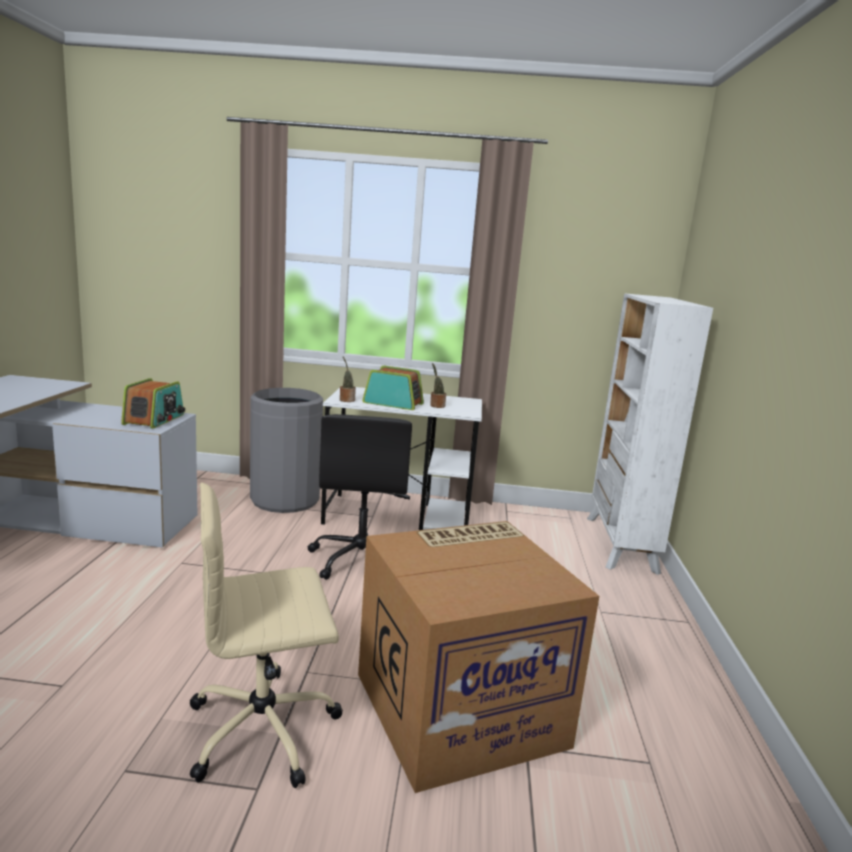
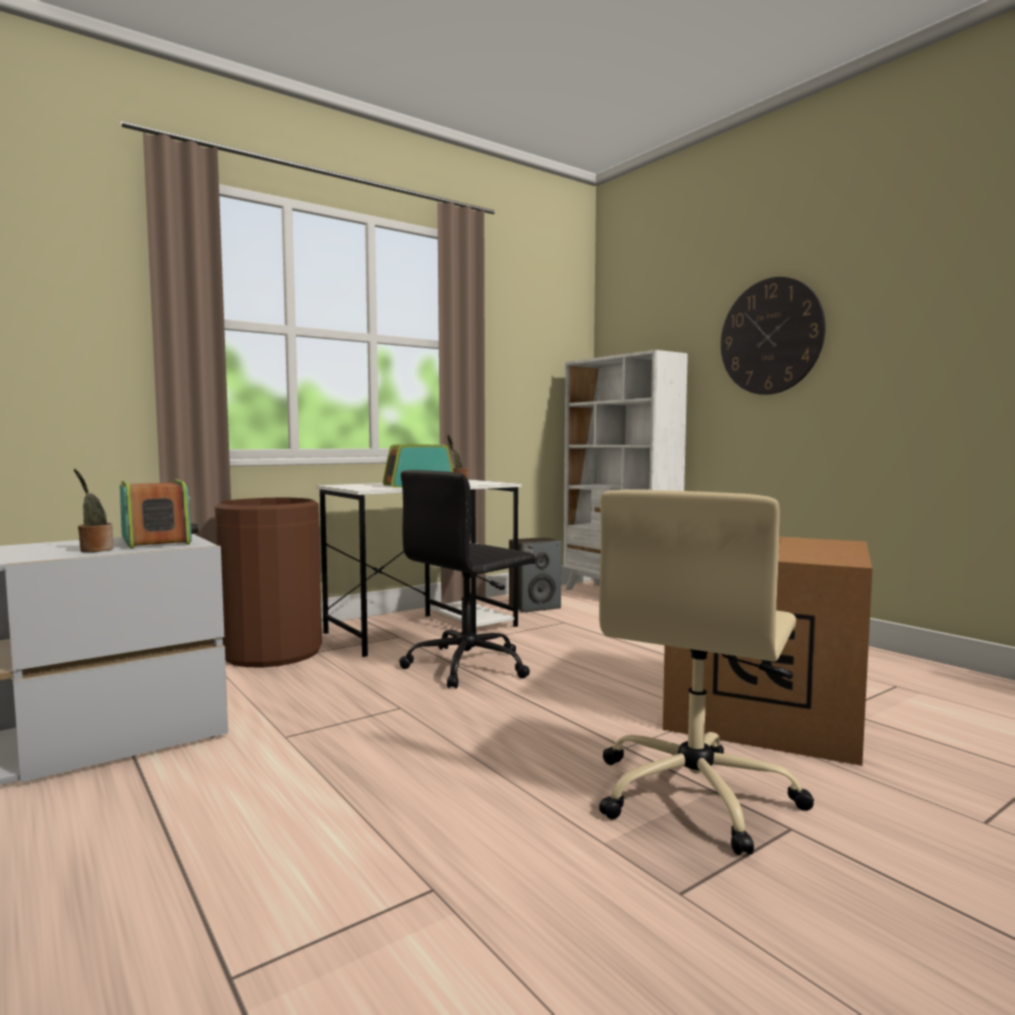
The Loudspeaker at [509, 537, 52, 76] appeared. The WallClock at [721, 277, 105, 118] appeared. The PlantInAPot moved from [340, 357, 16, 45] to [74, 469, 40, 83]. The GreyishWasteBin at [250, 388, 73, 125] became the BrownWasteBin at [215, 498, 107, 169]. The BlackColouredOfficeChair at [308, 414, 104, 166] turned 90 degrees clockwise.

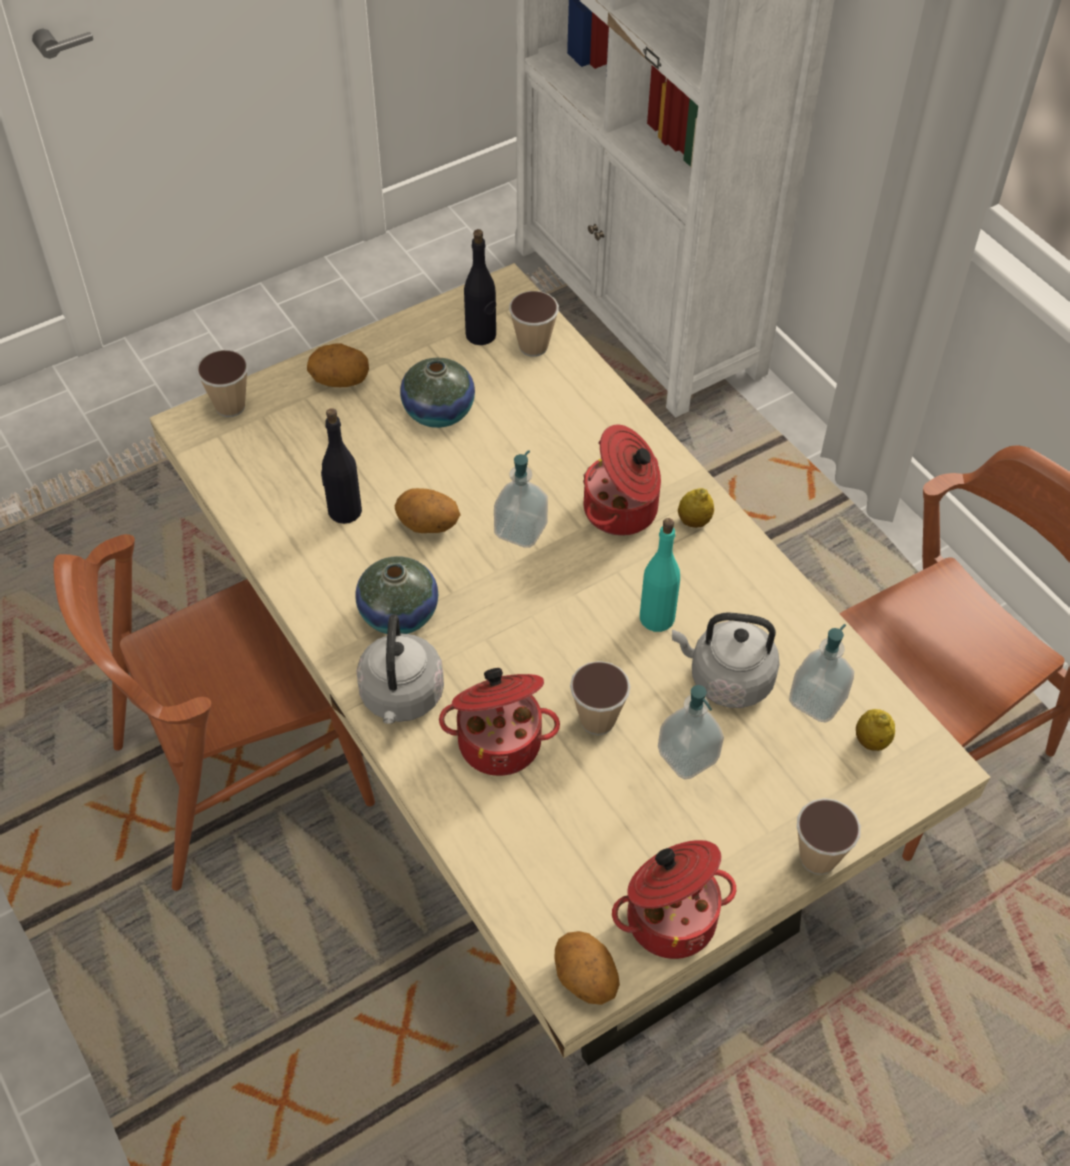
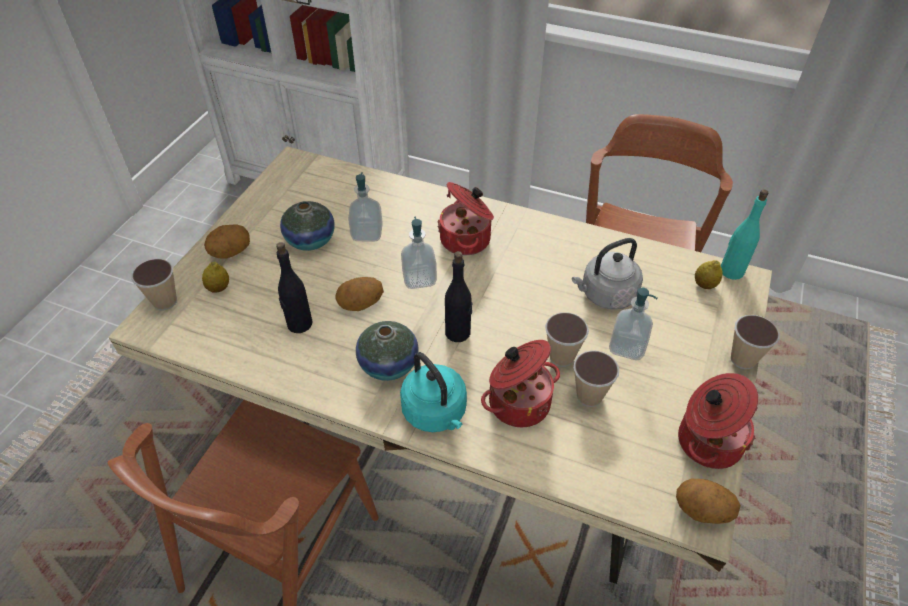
The BlackColouredDrinkBottle moved from [464, 229, 32, 116] to [445, 251, 27, 91]. The DrinkingCup moved from [509, 291, 50, 66] to [574, 350, 45, 57]. The TurquoiseColouredDrinkBottle moved from [640, 518, 40, 114] to [721, 190, 48, 90]. The WholeLemon moved from [678, 488, 36, 40] to [202, 262, 27, 31]. The SoapBottle moved from [789, 624, 65, 99] to [348, 172, 35, 70]. The GreyishKettle at [357, 614, 87, 110] became the TurquoiseColouredKettle at [400, 352, 67, 80].

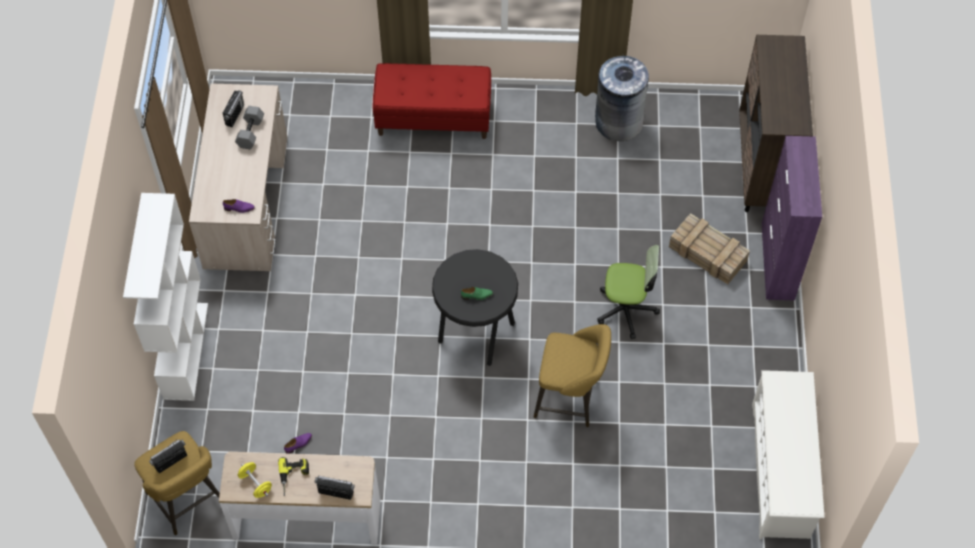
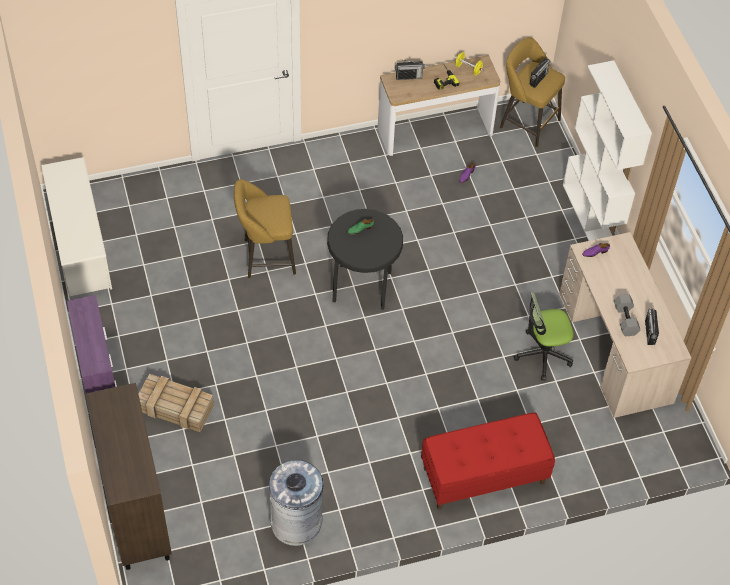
The OfficeChair moved from [598, 245, 62, 94] to [514, 292, 60, 89].

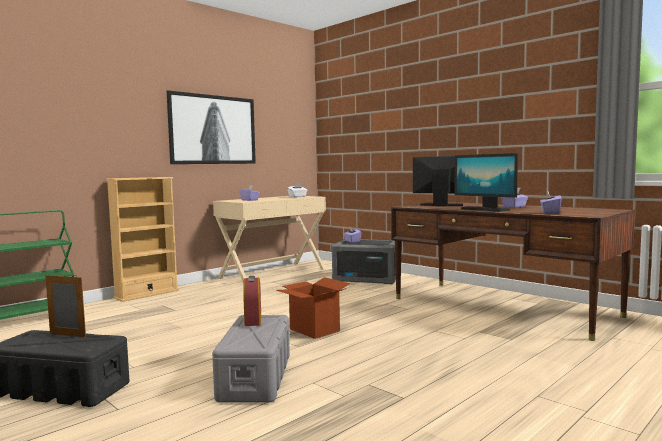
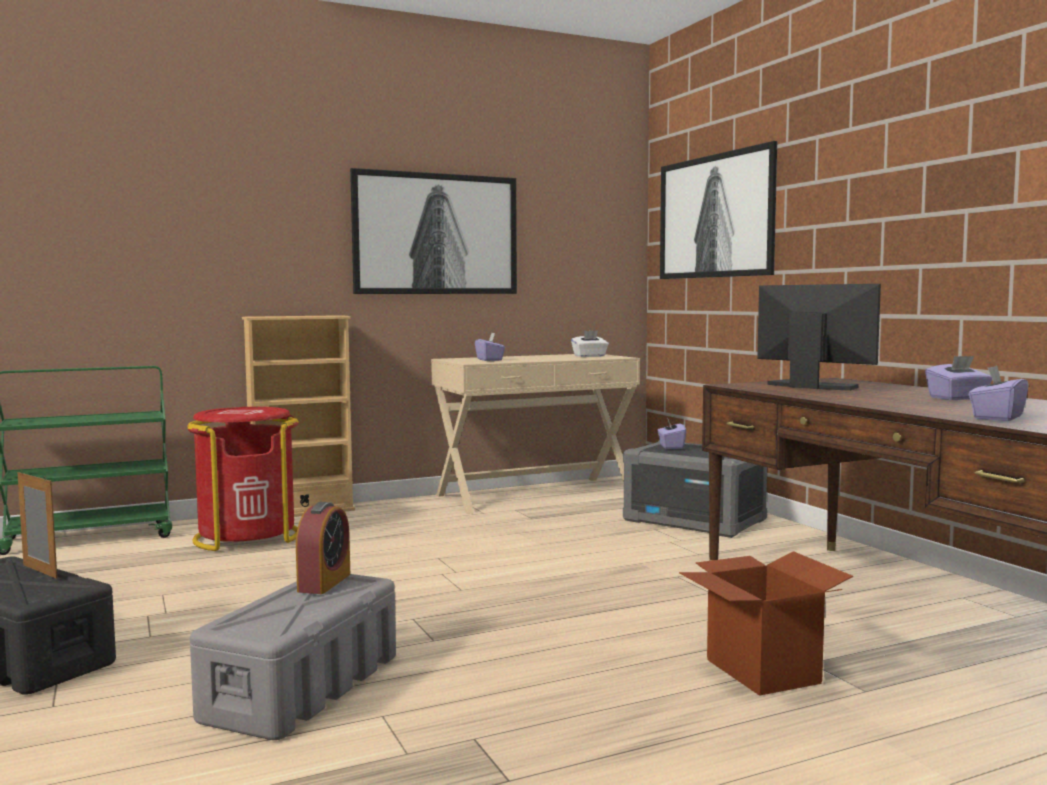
The ComputerScreen at [454, 153, 64, 59] disappeared. The RedColouredWasteBin at [187, 407, 112, 144] appeared. The Picture at [660, 141, 117, 138] appeared. The Carton moved from [276, 277, 74, 62] to [679, 551, 174, 145].

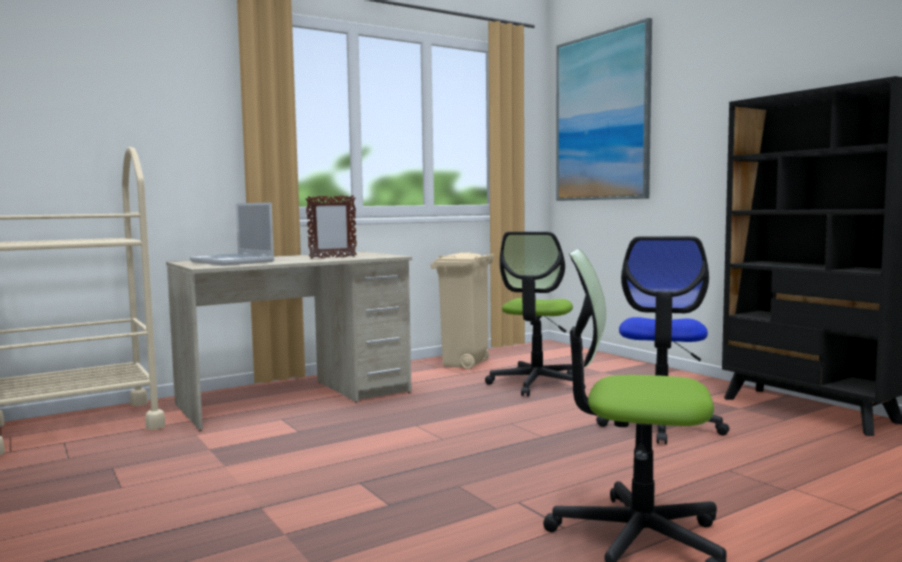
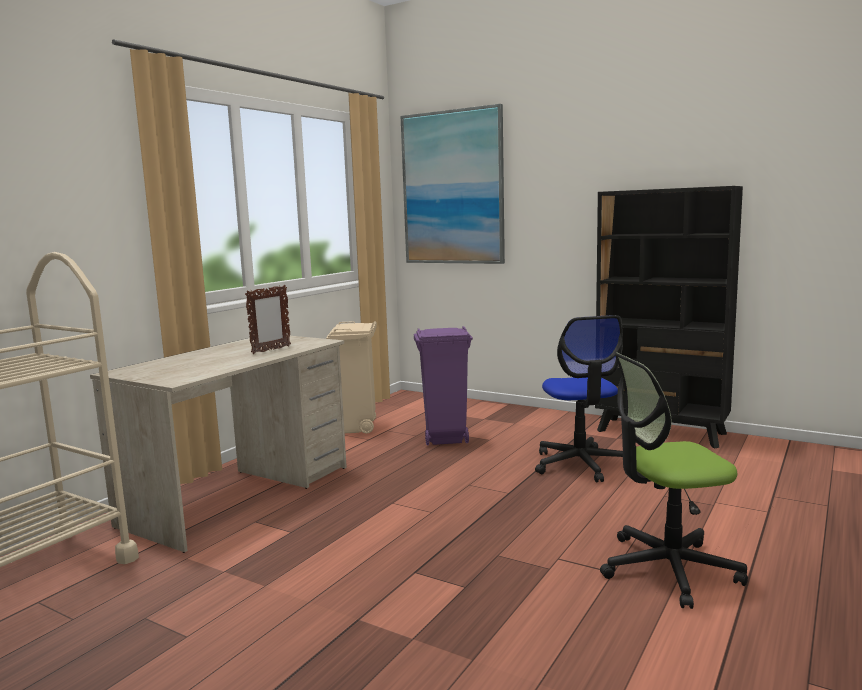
The NotebookComputer at [190, 202, 84, 64] disappeared. The OfficeChair at [485, 232, 101, 164] was replaced by the PurpleWasteBin at [414, 326, 59, 119].

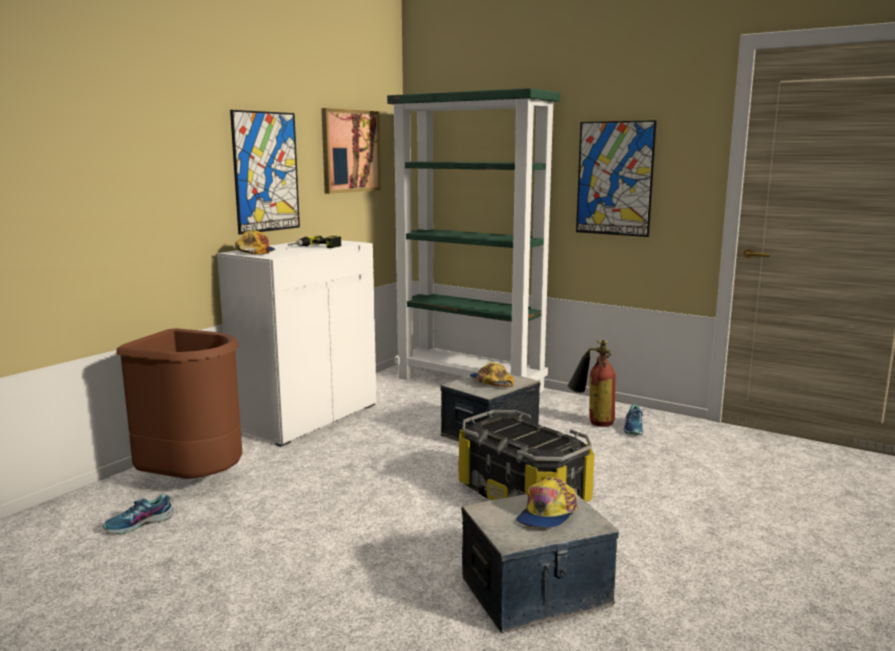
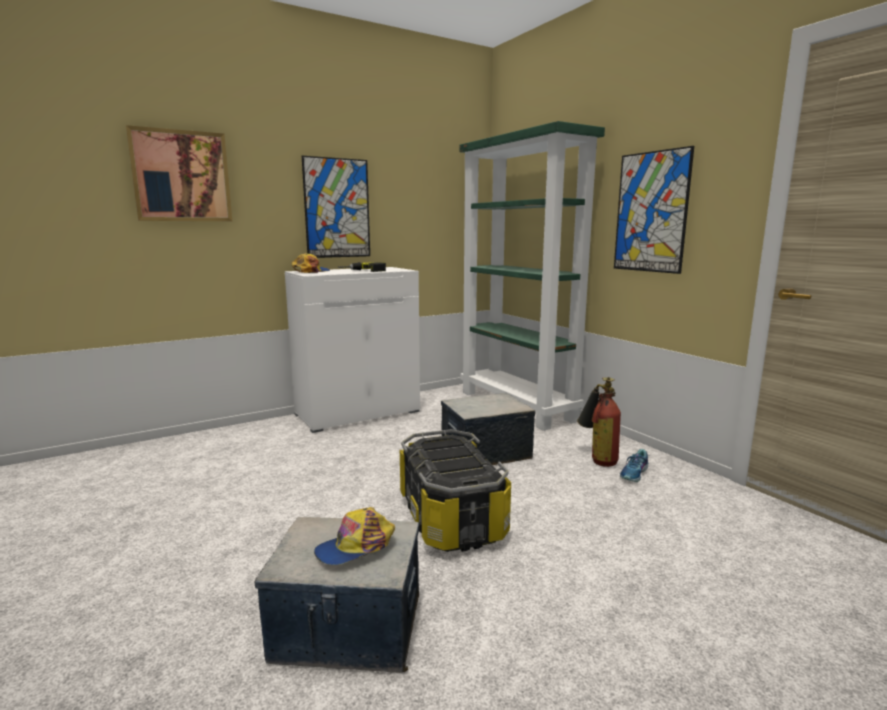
The Shoe at [103, 494, 71, 40] disappeared. The BrownWasteBin at [116, 328, 126, 151] disappeared. The BaseballCap at [470, 362, 44, 25] disappeared. The Picture moved from [321, 108, 60, 86] to [126, 125, 106, 96].

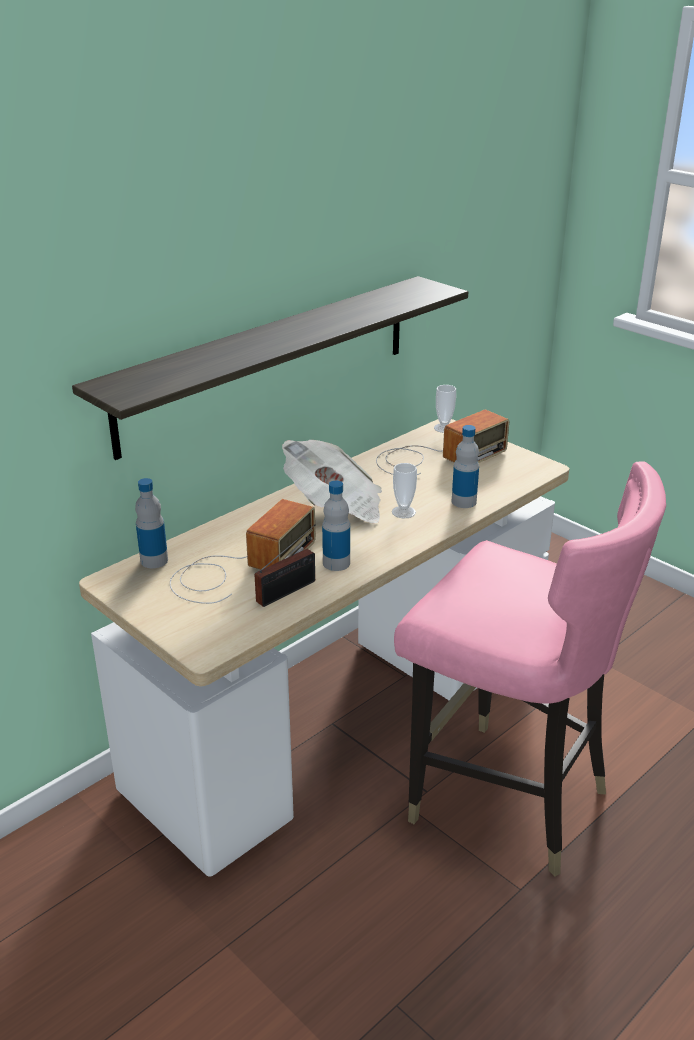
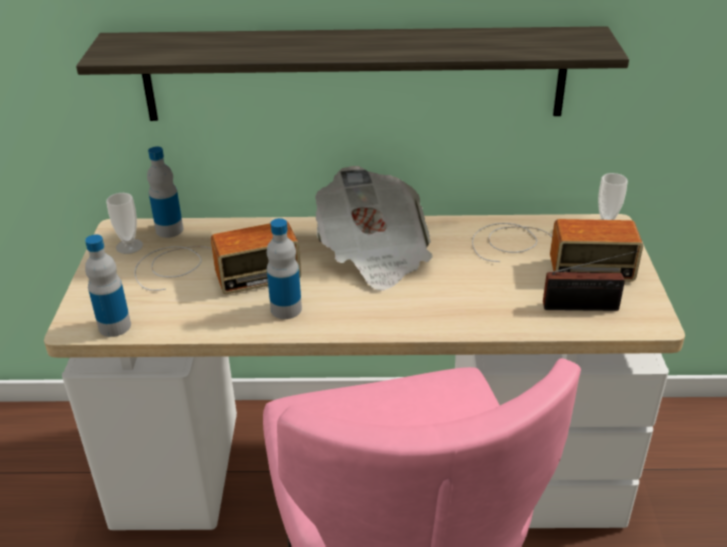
The RadioReceiver moved from [255, 524, 61, 83] to [543, 251, 95, 60]. The DrinkingCup moved from [392, 463, 25, 55] to [106, 193, 37, 61]. The DrinkBottle moved from [452, 425, 27, 83] to [85, 235, 46, 102].

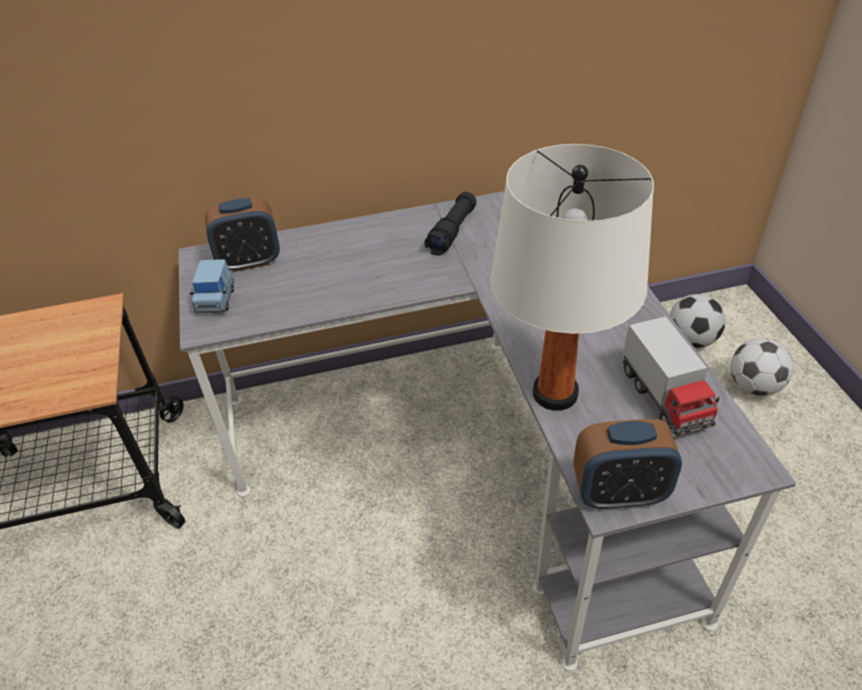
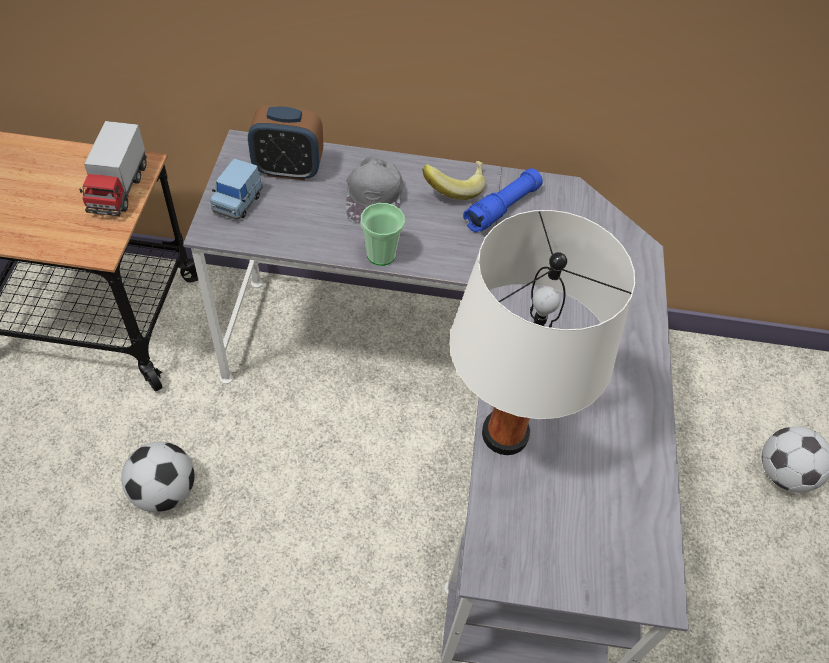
The AlarmClock at [573, 419, 109, 90] disappeared. The GreyishBaseballCap at [346, 156, 57, 67] appeared. The DrinkingCup at [361, 203, 44, 63] appeared. The BananaFruit at [422, 161, 64, 39] appeared. The ToyTruck moved from [623, 316, 97, 120] to [79, 121, 68, 95]. The FootballBall moved from [669, 294, 57, 54] to [121, 442, 74, 70]. The BlackColouredTorch at [425, 192, 51, 64] became the BluishTorch at [463, 168, 80, 65].

